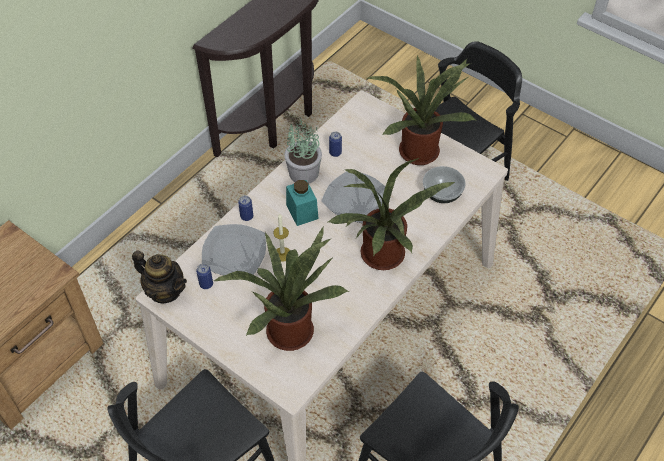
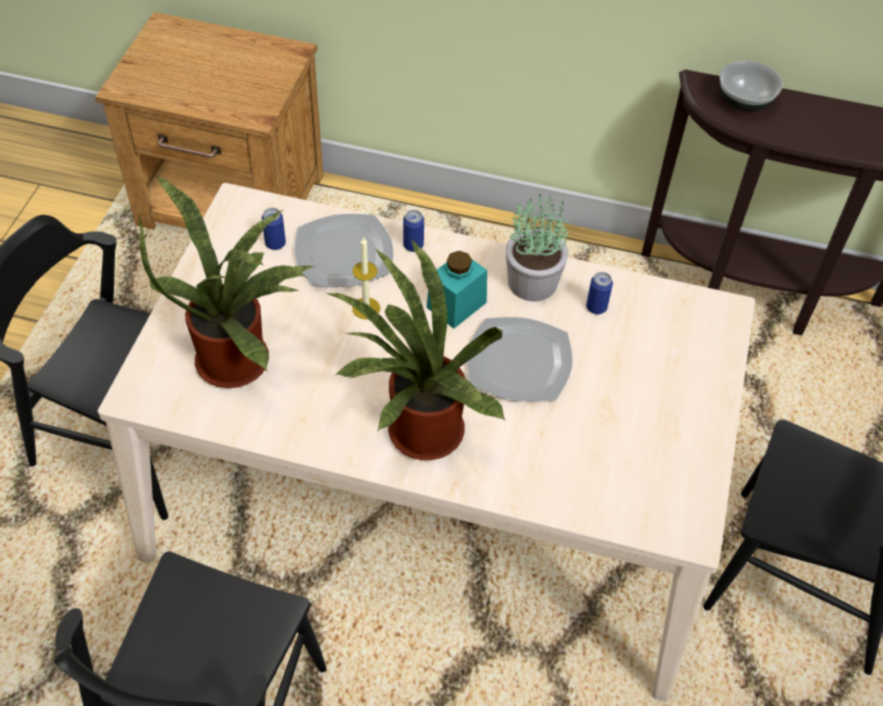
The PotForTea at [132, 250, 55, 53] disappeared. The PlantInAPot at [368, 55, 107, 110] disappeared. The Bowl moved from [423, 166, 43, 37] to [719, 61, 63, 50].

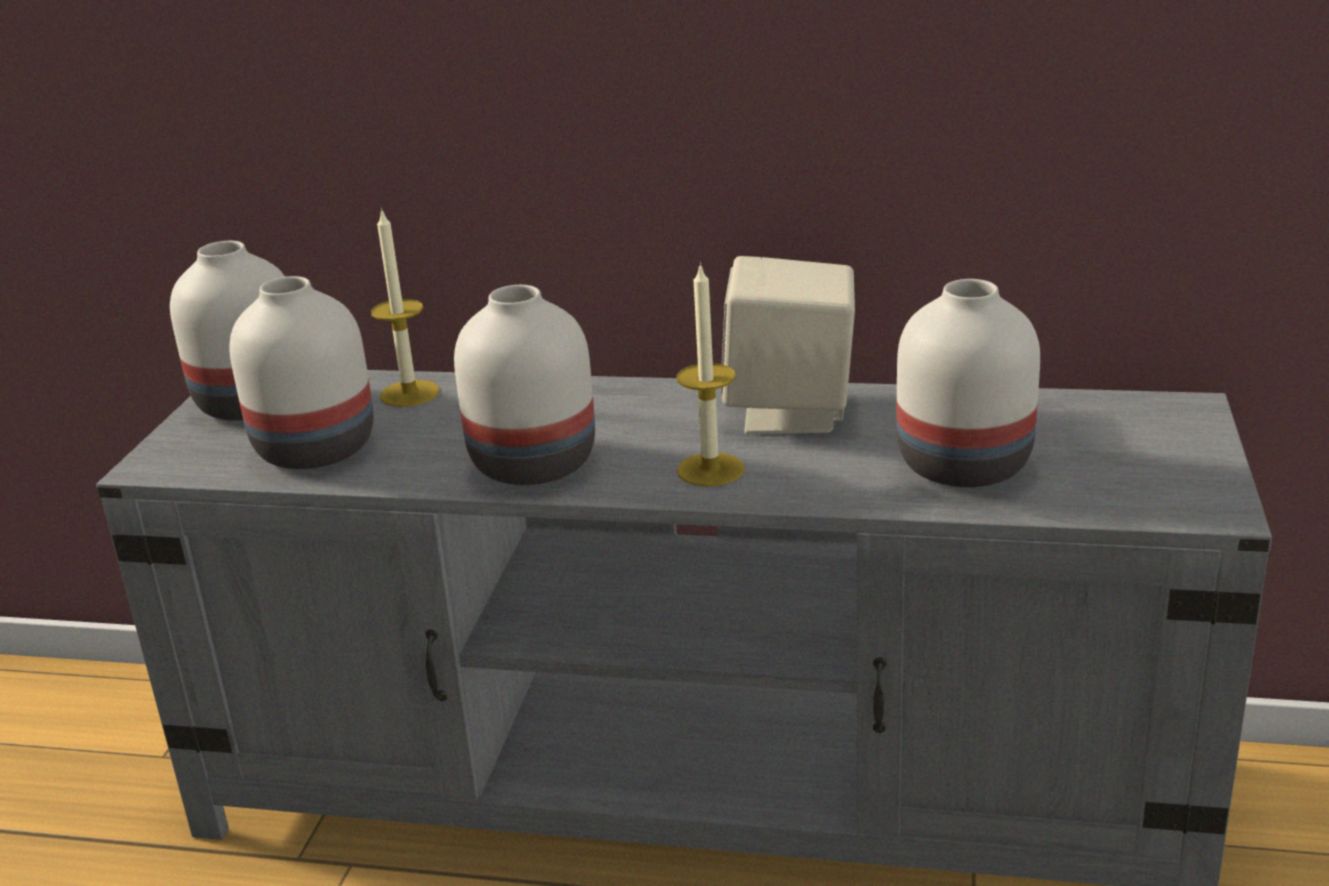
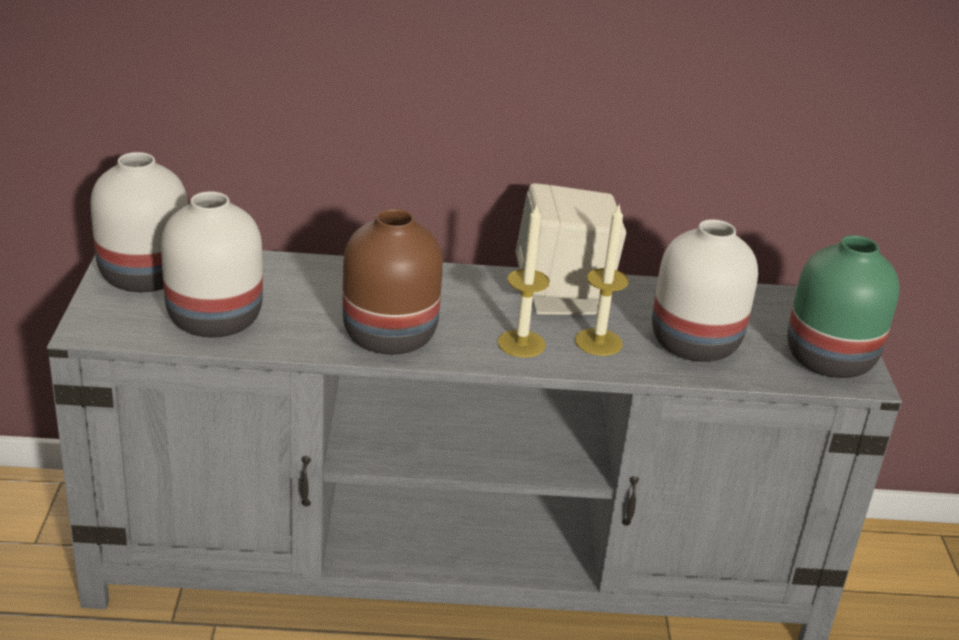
The GreenishFlowerVase at [787, 235, 113, 143] appeared. The WaxCandle moved from [371, 208, 69, 199] to [575, 203, 54, 153]. The WhiteFlowerVase at [454, 285, 141, 200] became the BrownFlowerVase at [343, 209, 100, 146].

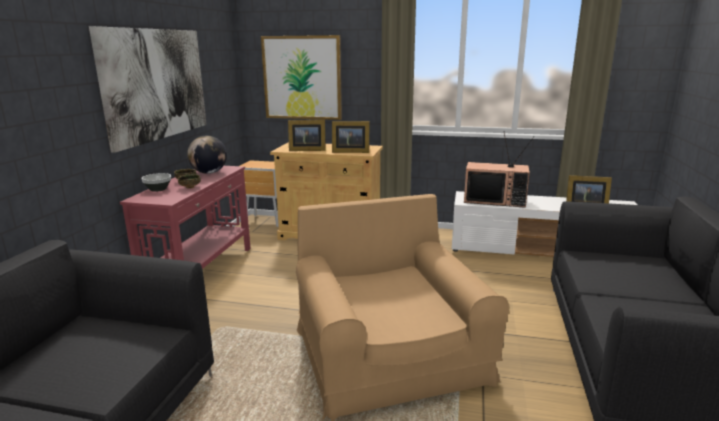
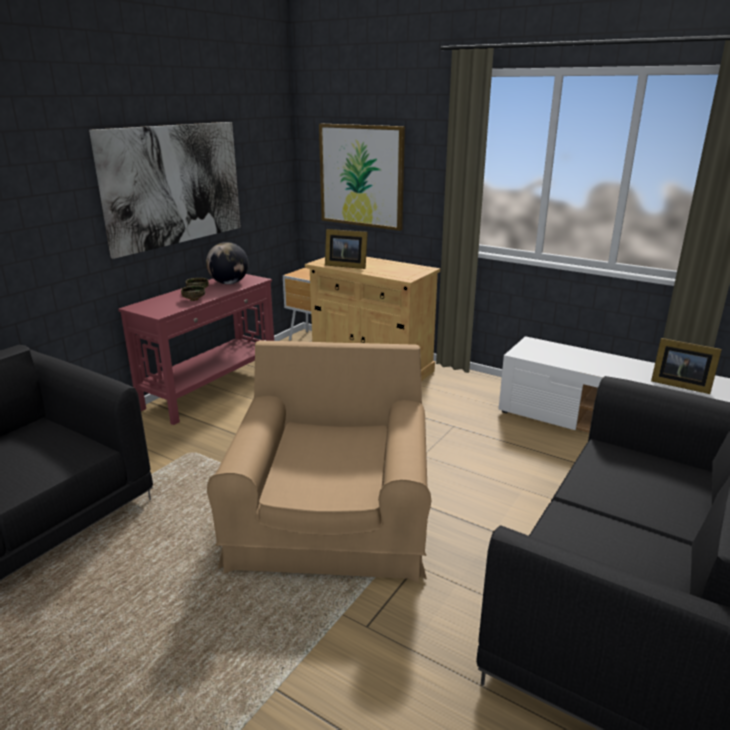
The Bowl at [141, 173, 30, 19] disappeared. The PictureFrame at [332, 121, 37, 32] disappeared. The Television at [464, 131, 71, 77] disappeared.

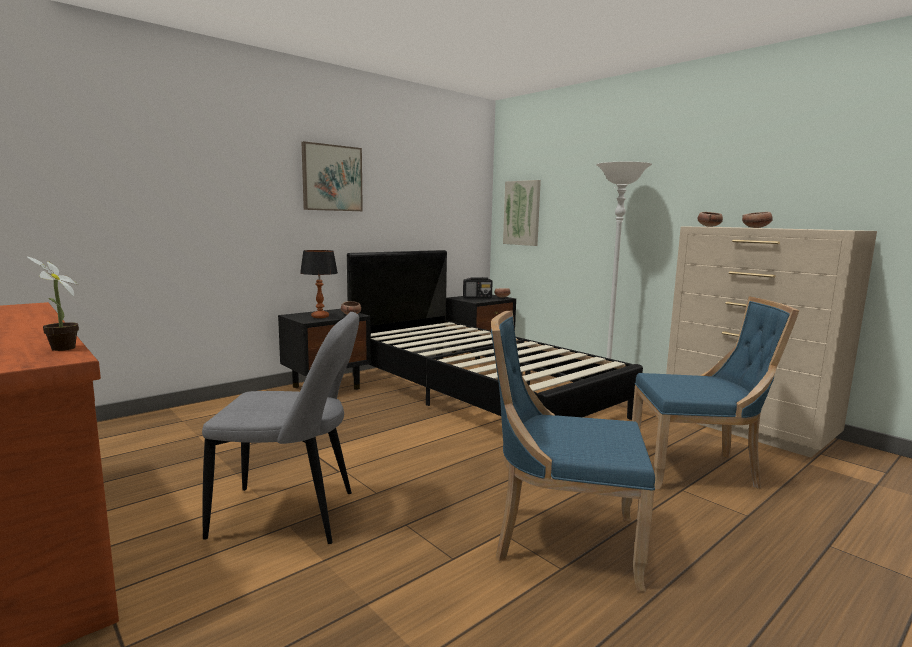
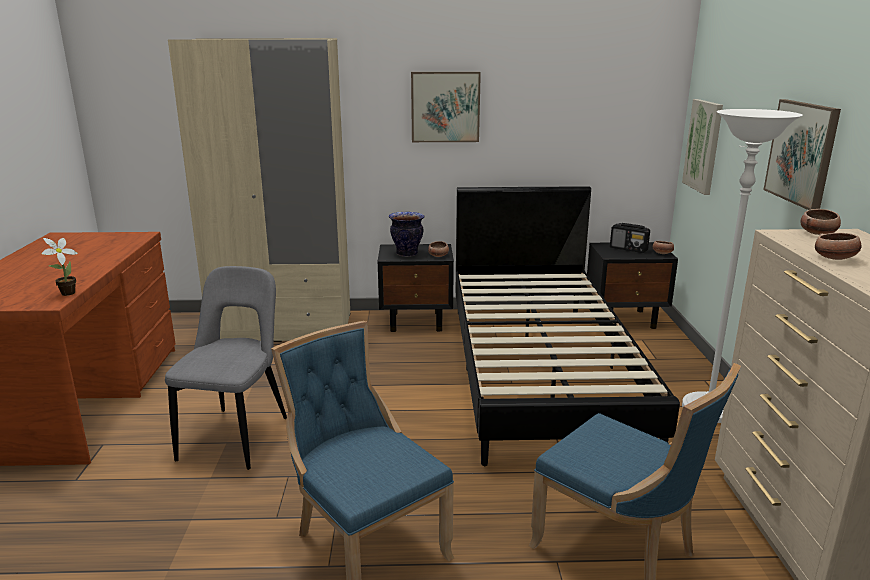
The BeigeColouredClothesCupboard at [168, 38, 183, 304] appeared. The Picture at [763, 99, 78, 111] appeared. The TabletopLamp at [300, 250, 38, 68] was replaced by the FlowerVase at [389, 212, 36, 45]. The GreyishPlainChair at [202, 312, 157, 232] turned 120 degrees counterclockwise.

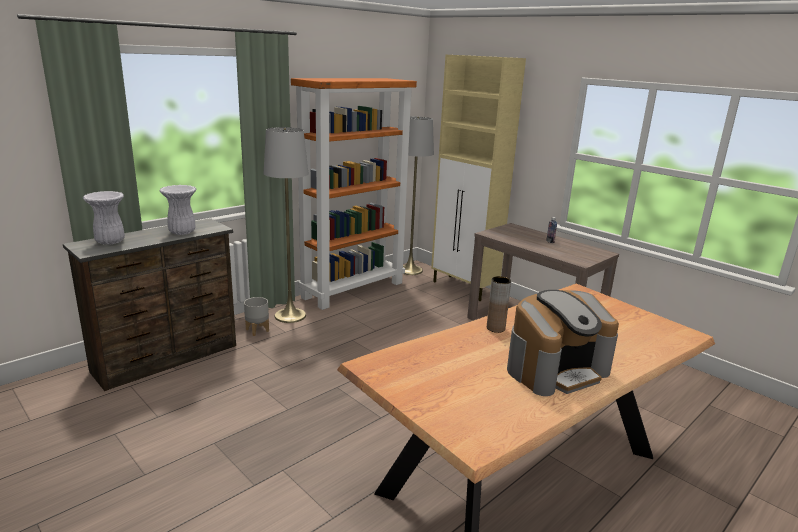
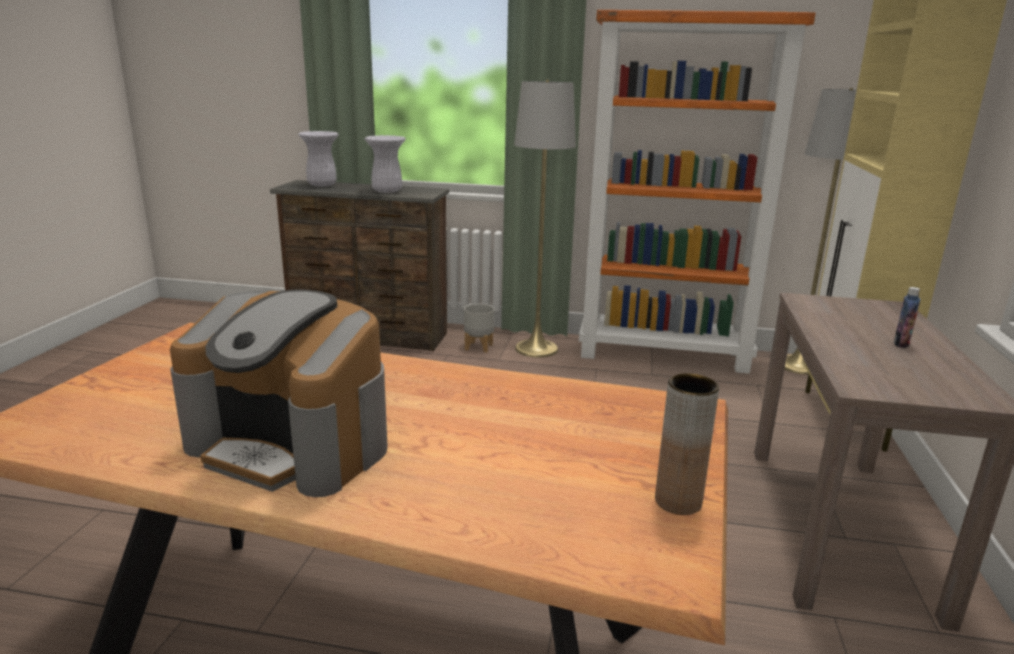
The BrownFlowerVase moved from [487, 276, 24, 57] to [655, 373, 64, 142].

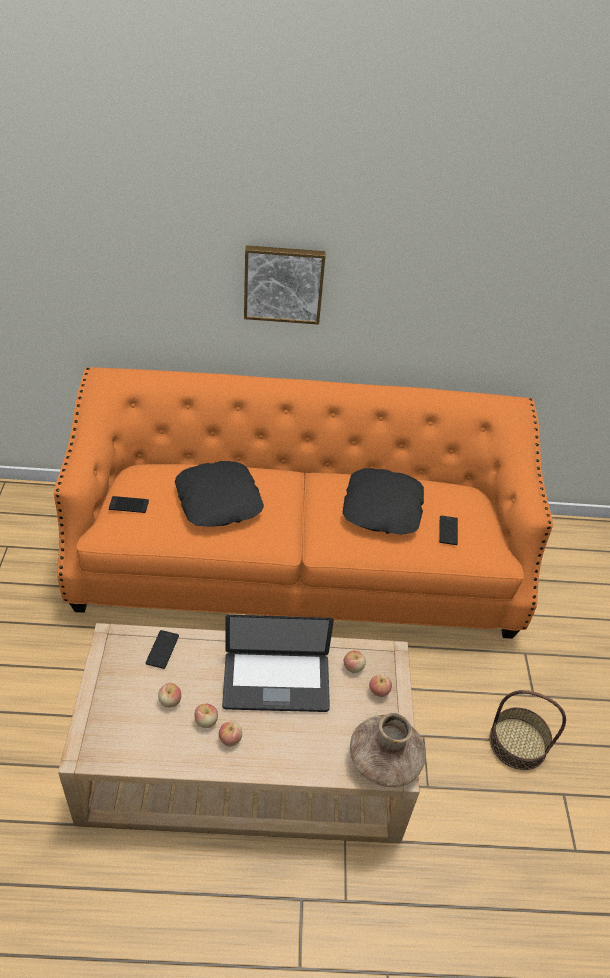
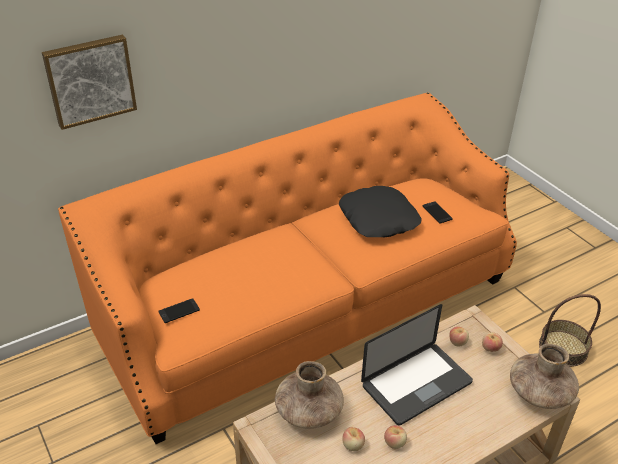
The BlackColouredPillow at [175, 461, 89, 66] disappeared. The Apple at [219, 722, 23, 25] disappeared. The Picture moved from [244, 245, 82, 80] to [42, 35, 95, 95]. The Phone at [146, 630, 33, 39] was replaced by the BrownFlowerVase at [275, 361, 69, 68].

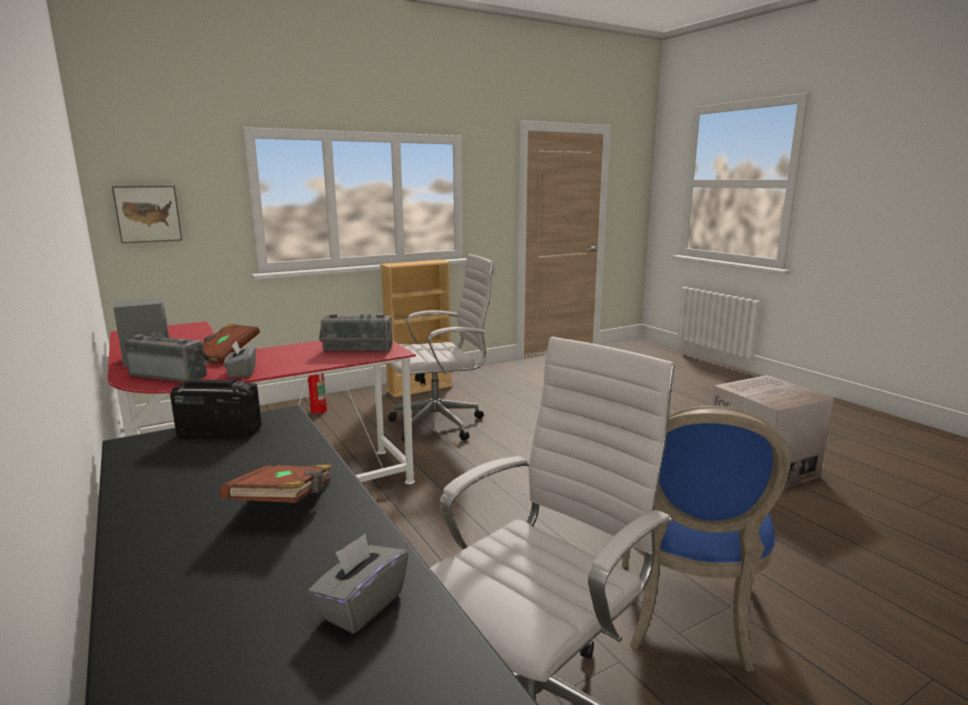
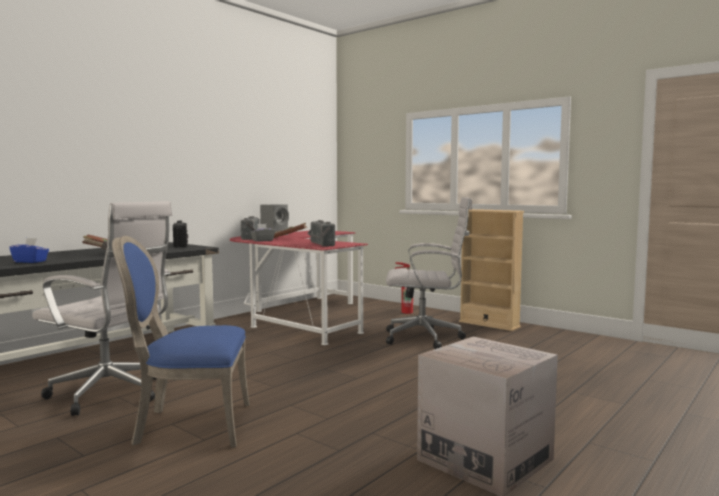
The Picture at [112, 186, 70, 57] disappeared. The GreyishTissueBox at [308, 534, 100, 100] became the BluishTissueBox at [9, 238, 40, 25]. The WhiteOfficeChair at [388, 254, 107, 188] turned 45 degrees counterclockwise.

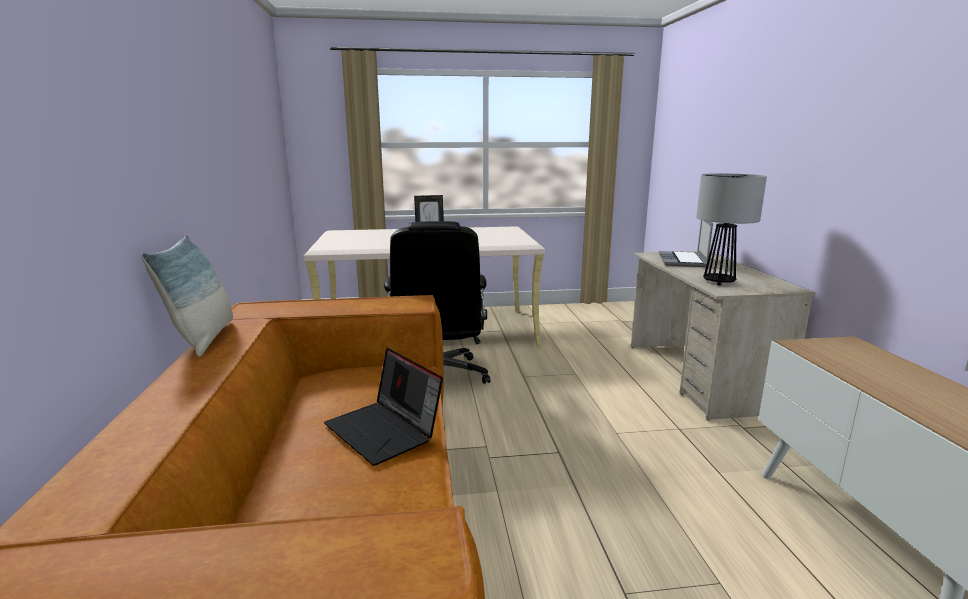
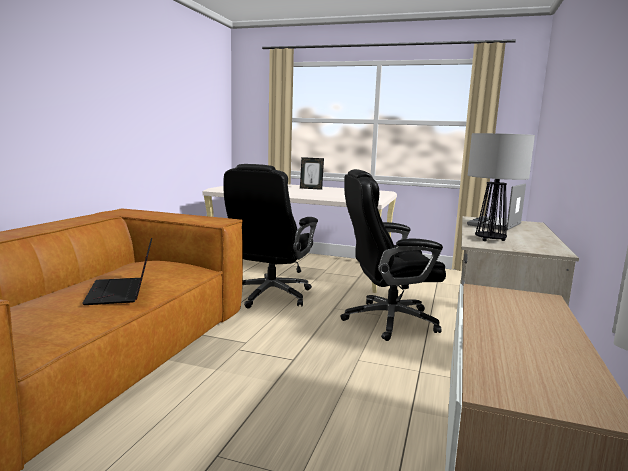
The Pillow at [141, 235, 92, 122] disappeared. The BlackColouredOfficeChair at [340, 169, 106, 172] appeared.

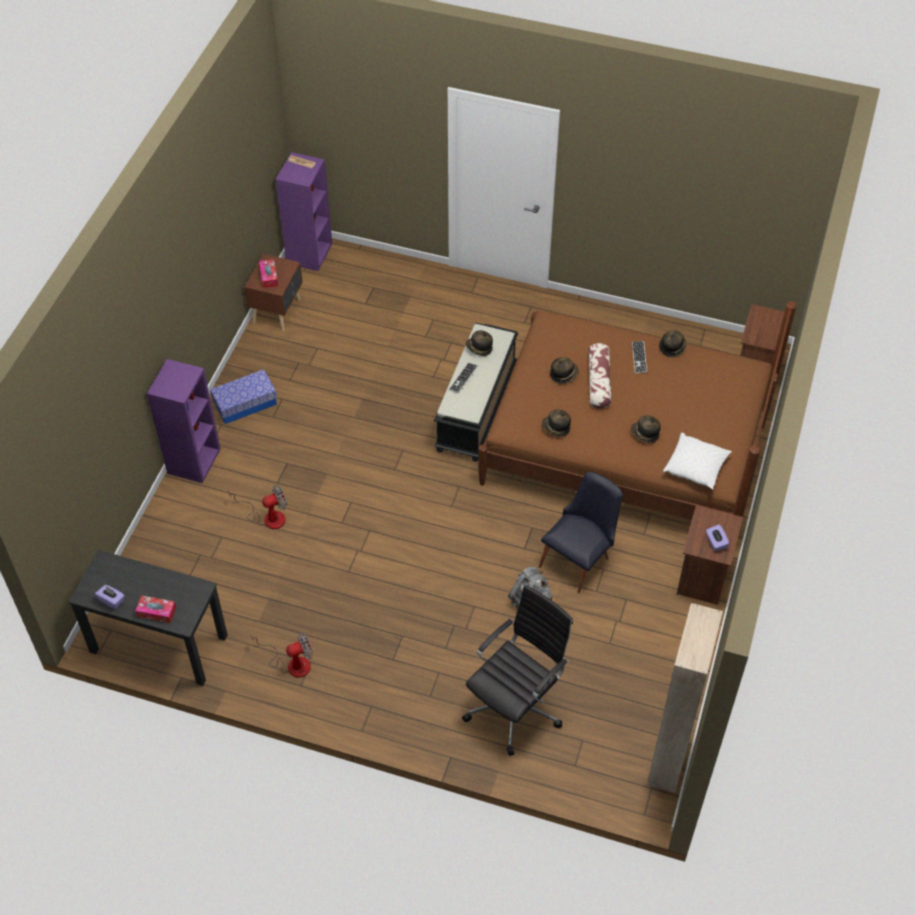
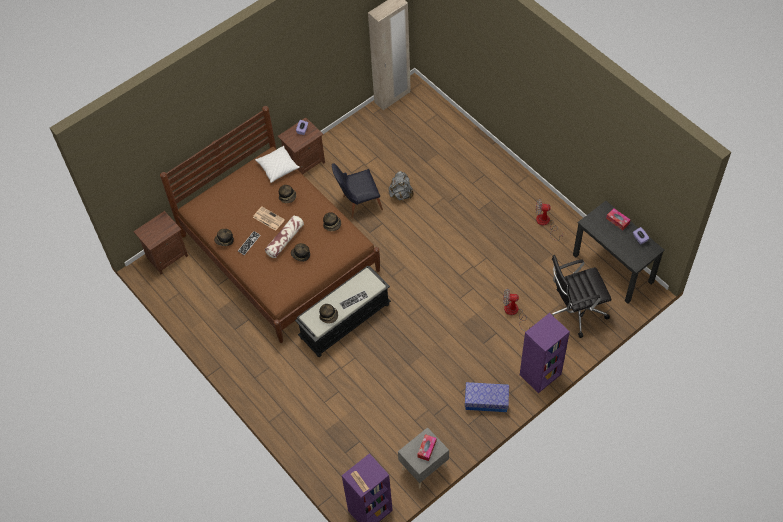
The Newspaper at [253, 207, 32, 24] appeared. The BlackColouredOfficeChair moved from [462, 585, 111, 171] to [552, 255, 60, 83]. The BrownNightstand at [244, 254, 59, 78] became the GreyishNightstand at [398, 427, 51, 62].

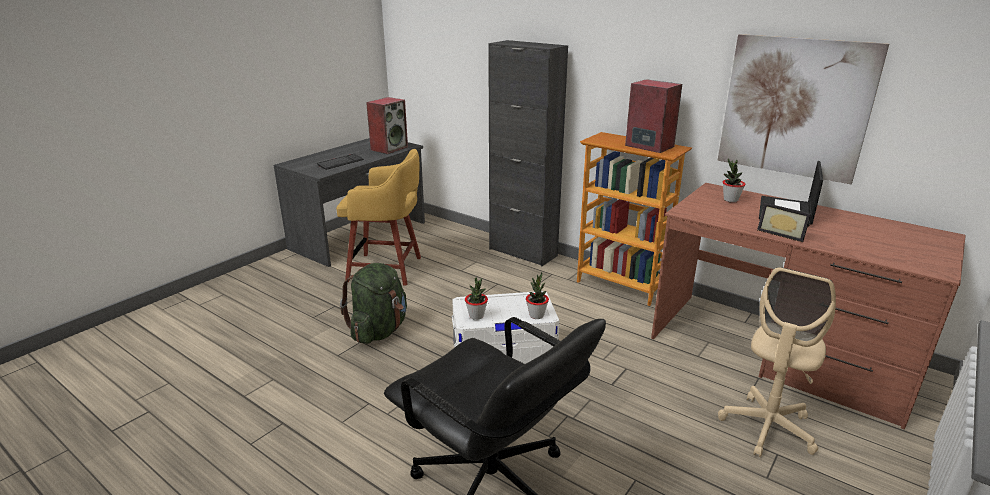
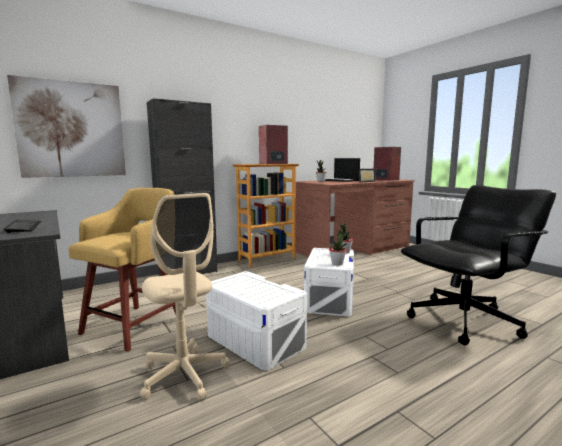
The Loudspeaker moved from [366, 97, 42, 57] to [374, 147, 27, 34]. The Picture moved from [717, 34, 172, 150] to [7, 75, 119, 103]. The BeigeColouredOfficeChair moved from [718, 267, 118, 190] to [140, 193, 90, 208]. The GreenishBackpack at [340, 263, 67, 81] was replaced by the WhiteStorageContainer at [206, 271, 101, 100].

